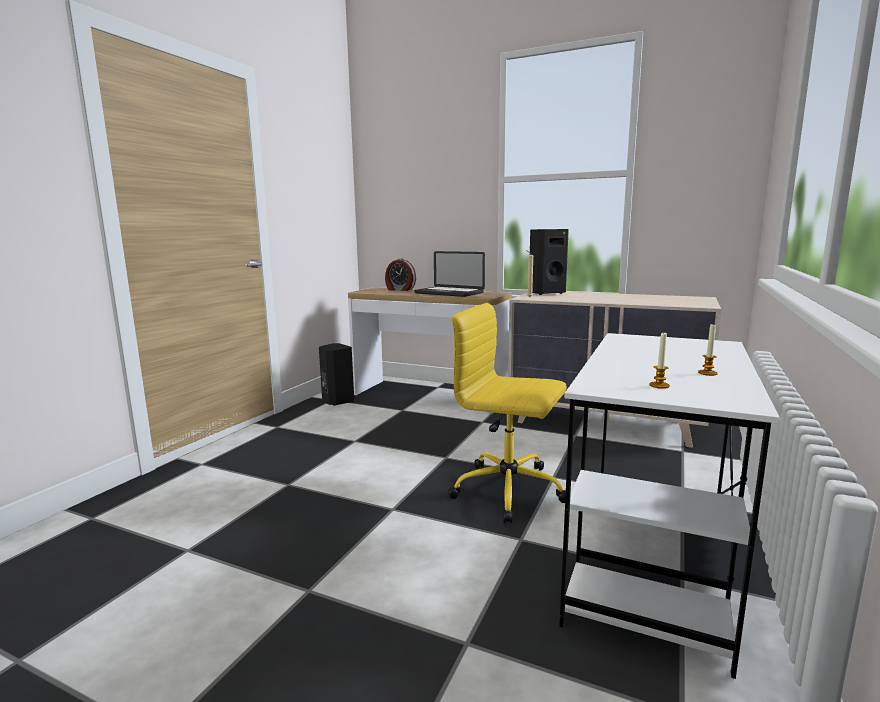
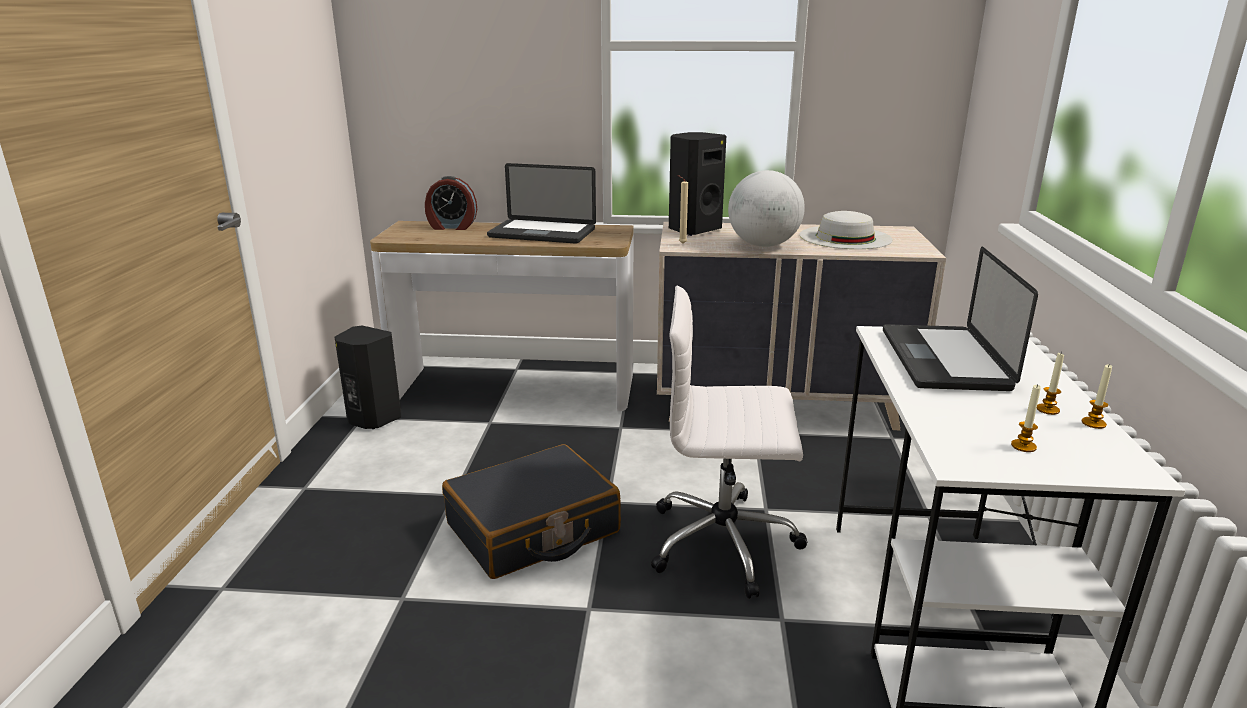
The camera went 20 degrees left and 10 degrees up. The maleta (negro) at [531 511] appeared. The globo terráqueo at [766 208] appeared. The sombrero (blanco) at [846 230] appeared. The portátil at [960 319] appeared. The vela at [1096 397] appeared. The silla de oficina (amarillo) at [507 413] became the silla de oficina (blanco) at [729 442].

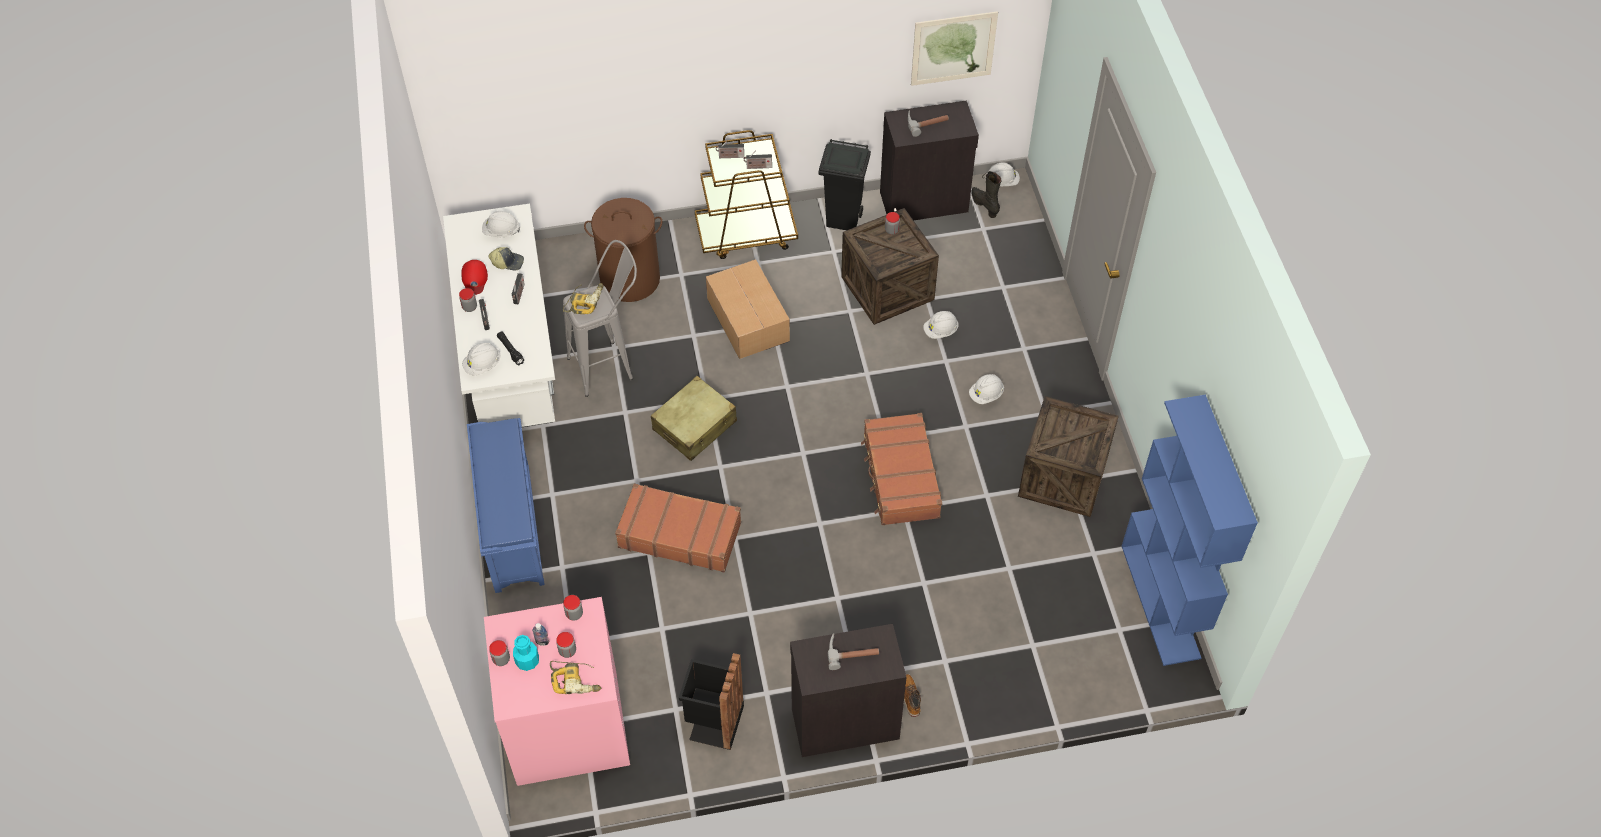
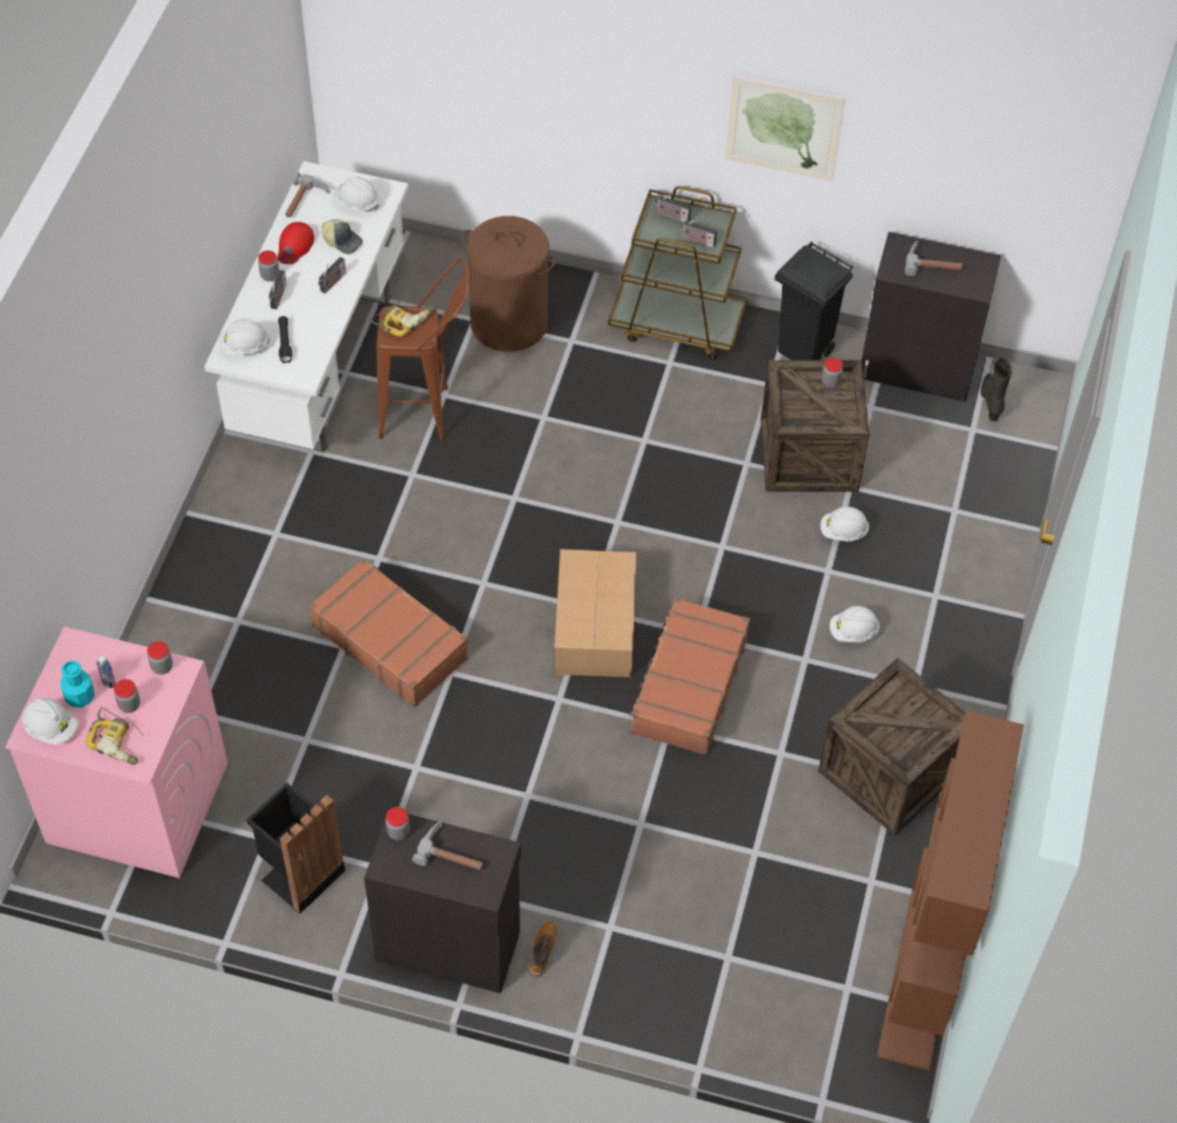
The camera went 25 degrees right and 0 degrees up. The zapatero (azul) at [506 505] disappeared. The maleta (beis) at [694 418] disappeared. The martillo at [307 194] appeared. The tarro moved from [499 653] to [398 823]. The caja de cartón moved from [748 309] to [595 613]. The cuadro moved from [954 48] to [785 128]. The casco (blanco) moved from [1002 174] to [50 721]. The taburete (gris) at [600 318] became the taburete (marrón) at [423 350]. The estantería (azul) at [1190 530] became the estantería (marrón) at [950 891].

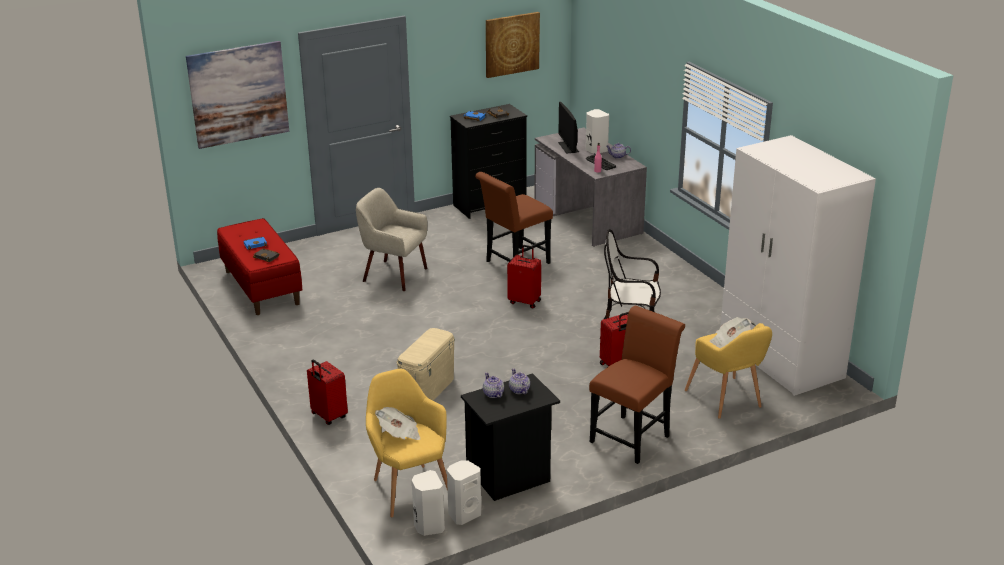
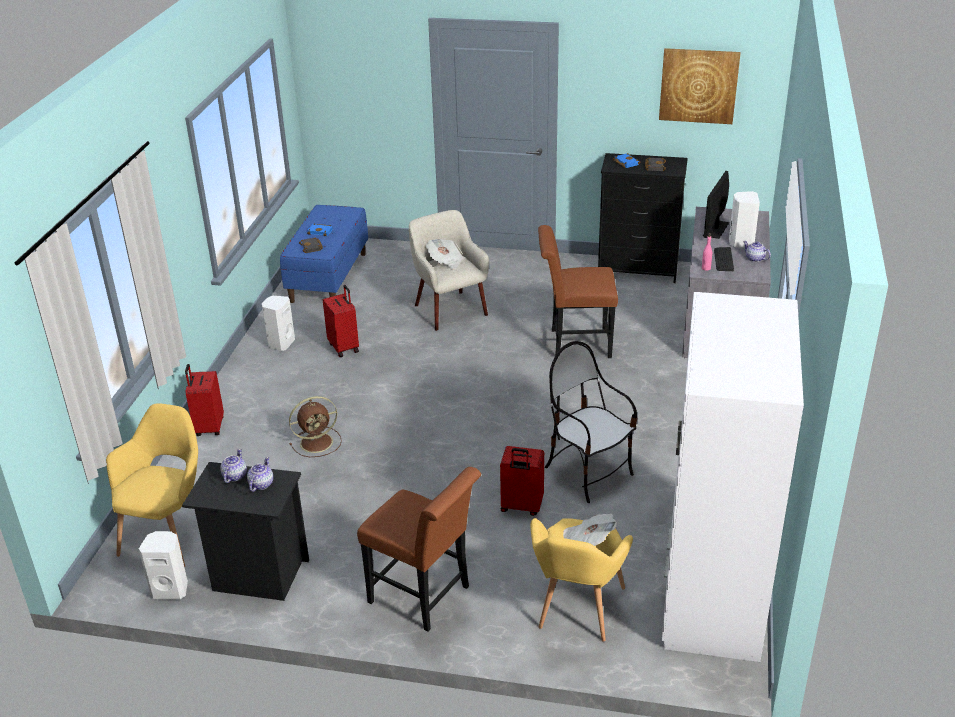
The camera went 40 degrees right and 5 degrees up. The cuadro at [237 95] disappeared. The periódico moved from [397 423] to [445 254]. The altavoz (blanco) moved from [428 503] to [278 323]. The maleta (rojo) moved from [524 277] to [341 321]. The caja de almacenaje (beis) at [426 364] was replaced by the ventilador (marrón) at [315 426]. The banco (rojo) at [259 266] became the banco (azul) at [324 254]. The silla (marrón) at [637 385] turned 45 degrees clockwise.

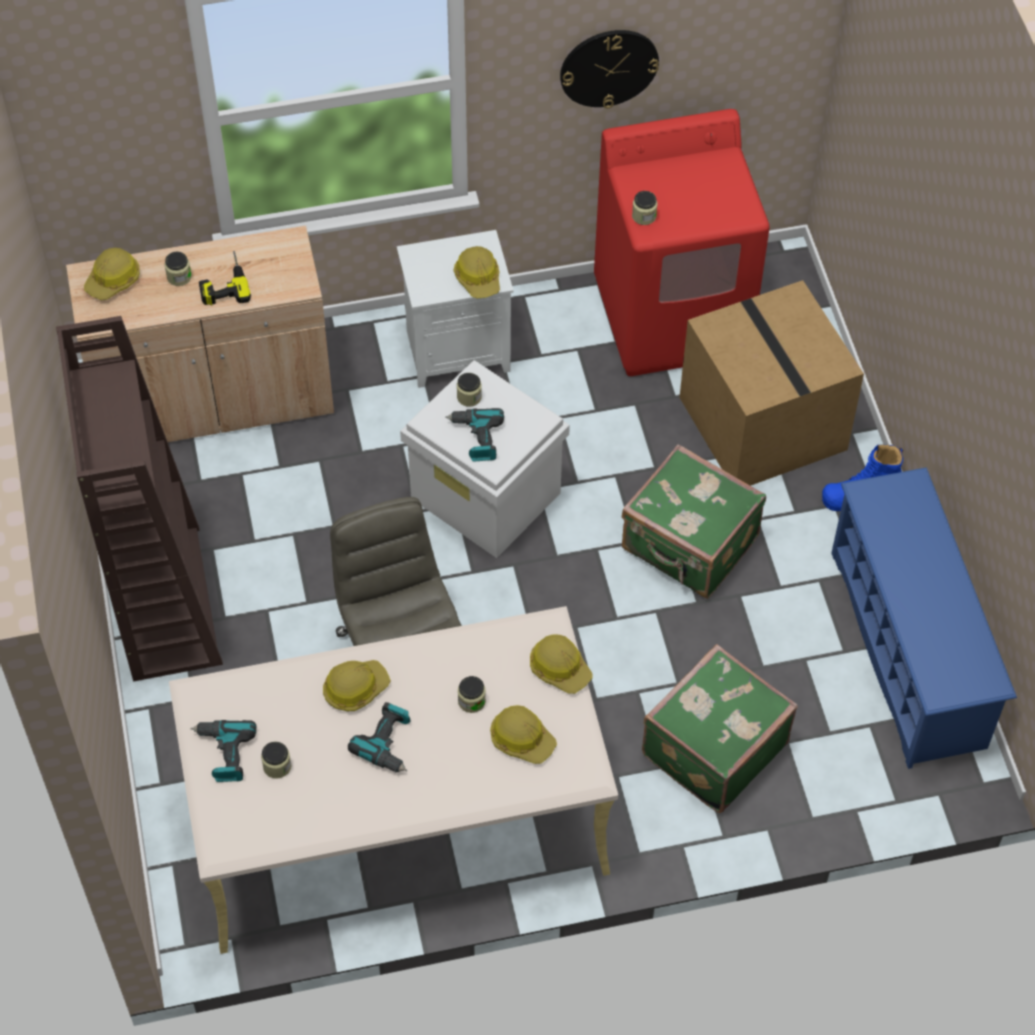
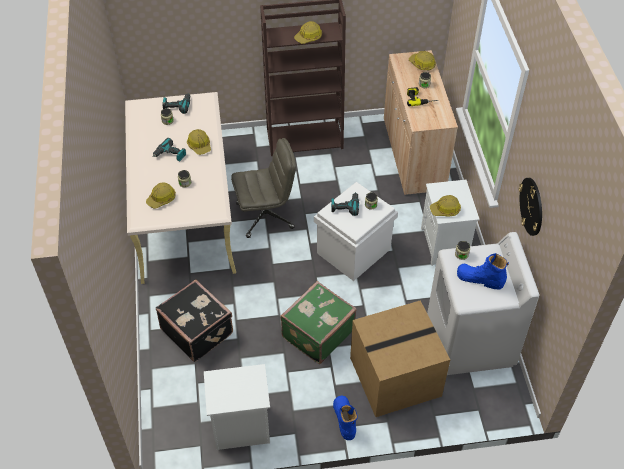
The camera went 95 degrees right and 5 degrees down. The bota (azul) at [483 271] appeared. The casco moved from [561 664] to [308 32]. The zapatero (azul) at [924 618] was replaced by the mesita de noche (blanco) at [237 407]. The lavadora (rojo) at [682 242] became the lavadora (blanco) at [483 303]. The maleta (verde) at [720 728] became the maleta (negro) at [194 320].

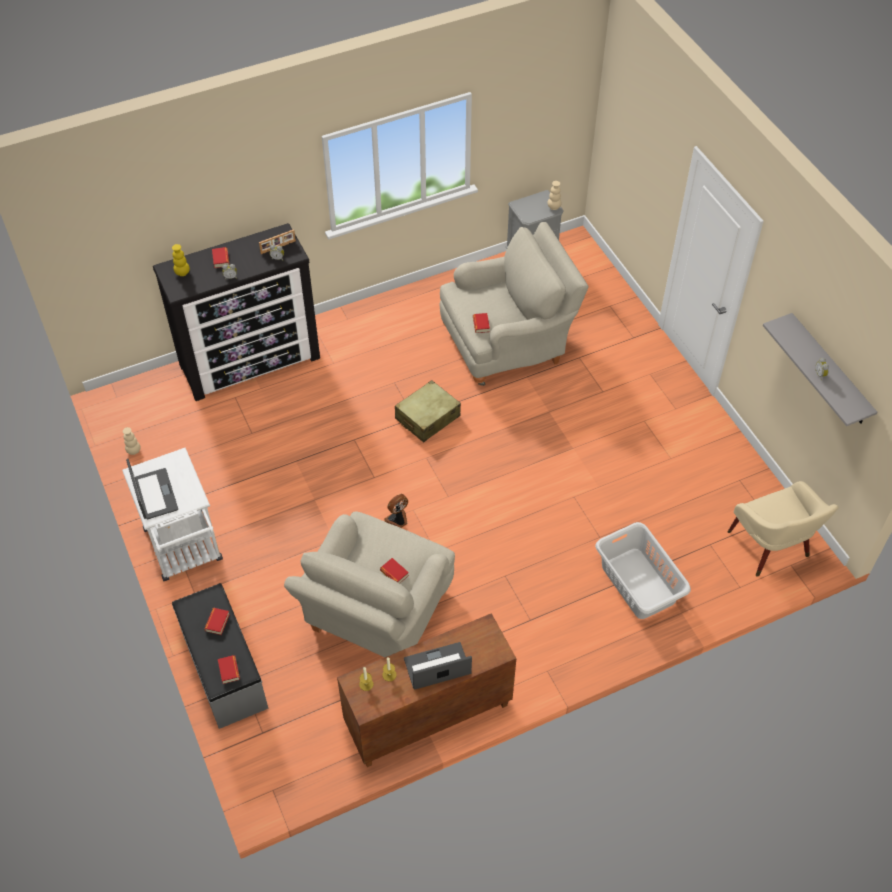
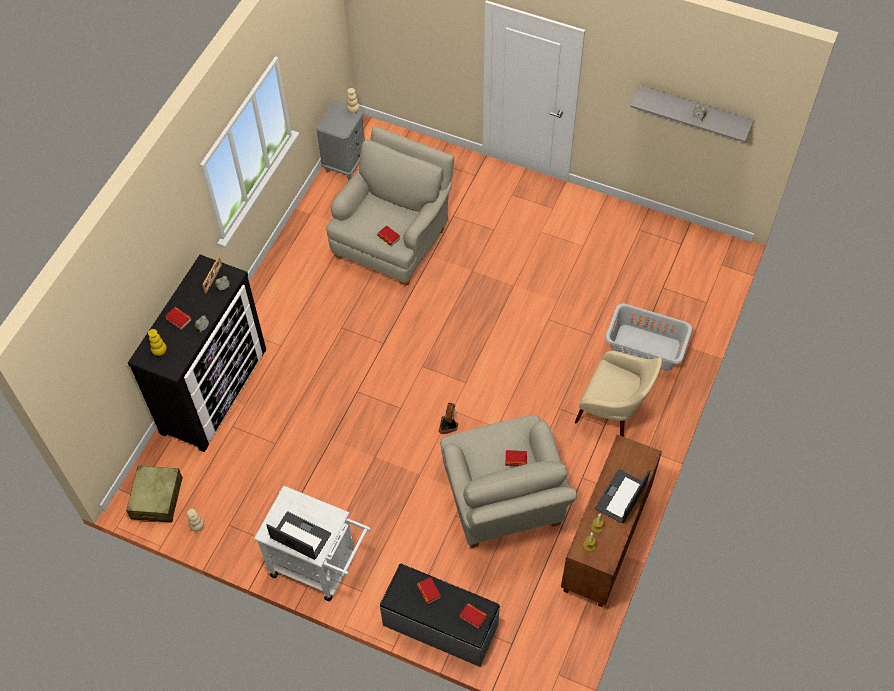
The camera went 40 degrees left and 5 degrees up. The maleta (beis) moved from [428 411] to [154 494]. The sillón (beis) moved from [783 529] to [619 394].

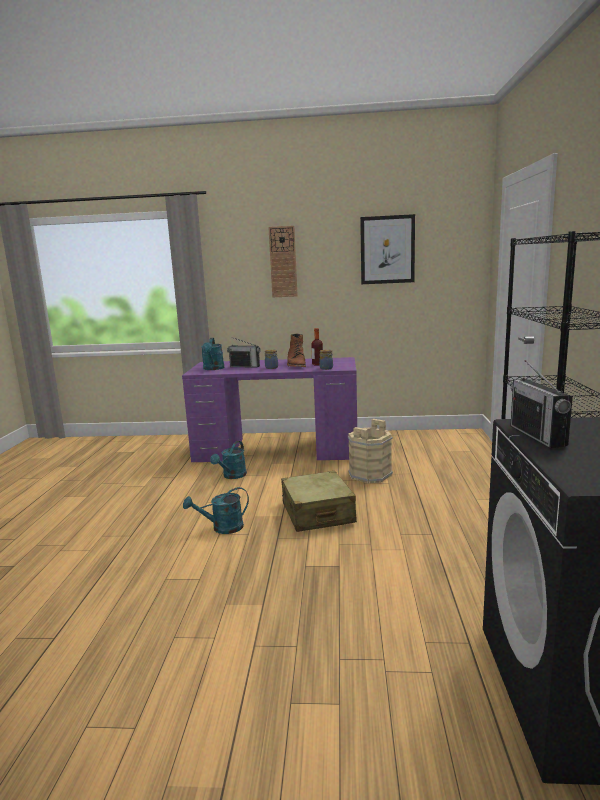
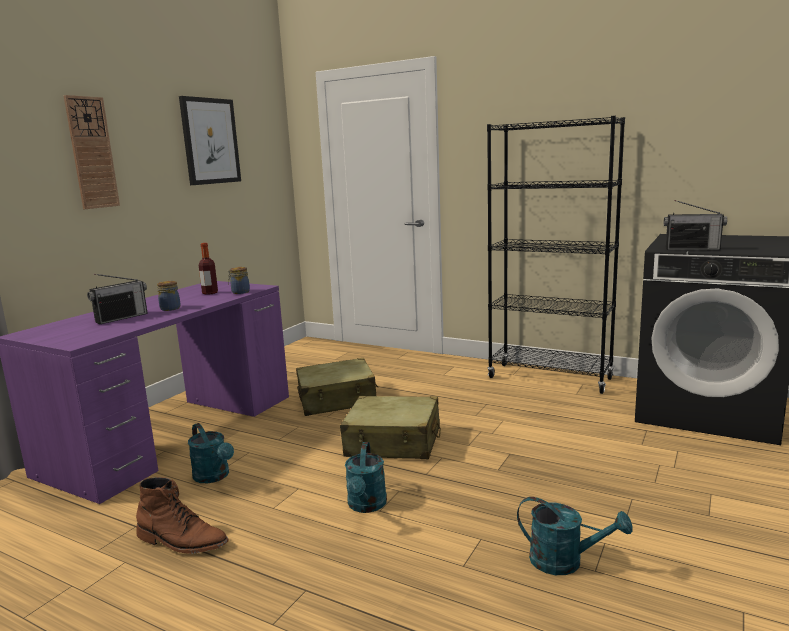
The camera went 65 degrees left and 0 degrees up. The regadera (turquesa) moved from [212 354] to [575 536]. The bota (marrón) moved from [296 350] to [182 515]. The cubo (beis) at [370 451] was replaced by the maleta (beis) at [337 387].

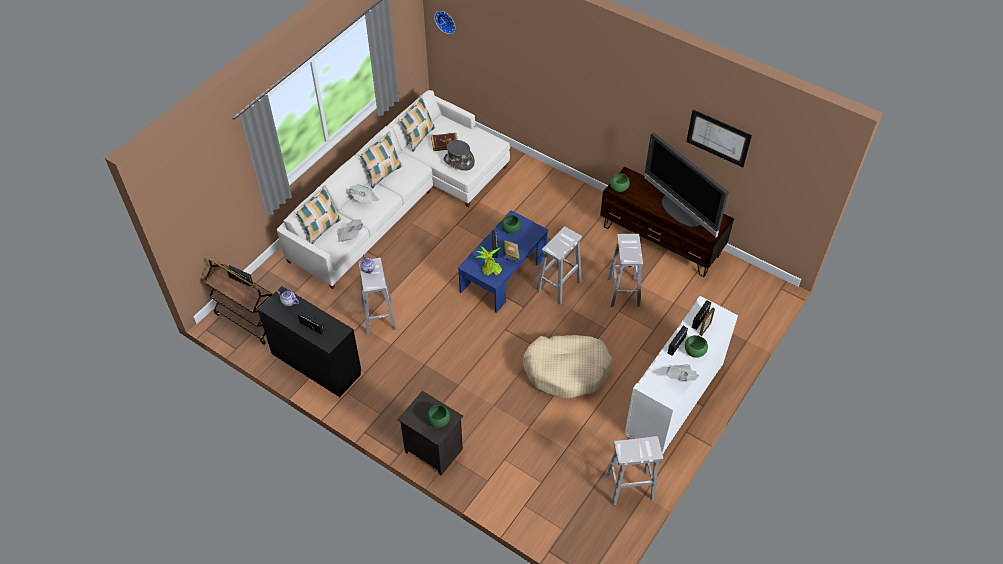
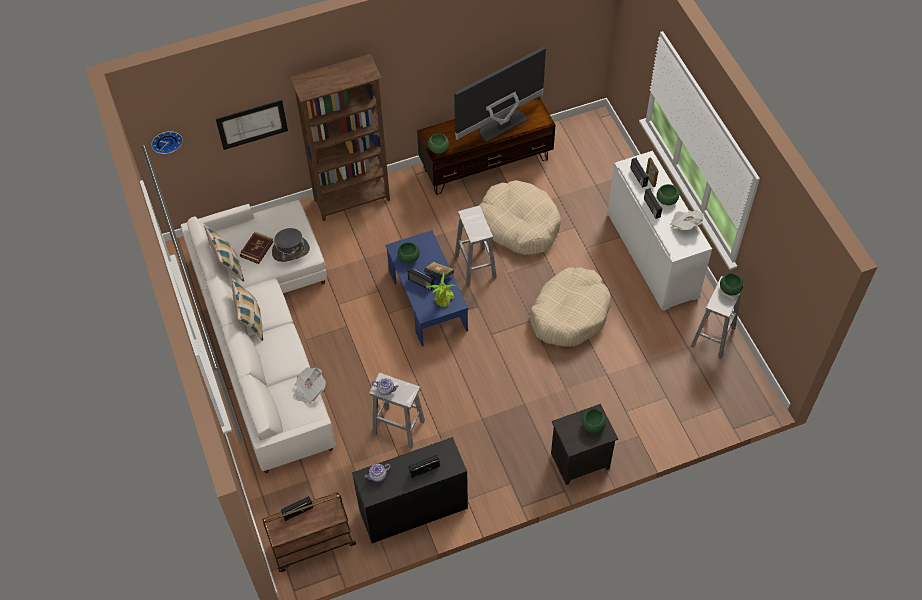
The camera went 55 degrees left and 5 degrees up. The cojín at [317 214] disappeared. The periódico at [363 194] disappeared. The estantería (marrón) at [340 137] appeared. The cuenco (verde) at [731 284] appeared. The cuadro moved from [719 138] to [252 125]. The taburete (blanco) at [625 270] was replaced by the cama para perro (beis) at [520 217]. The televisor at [686 185] turned 150 degrees clockwise.

